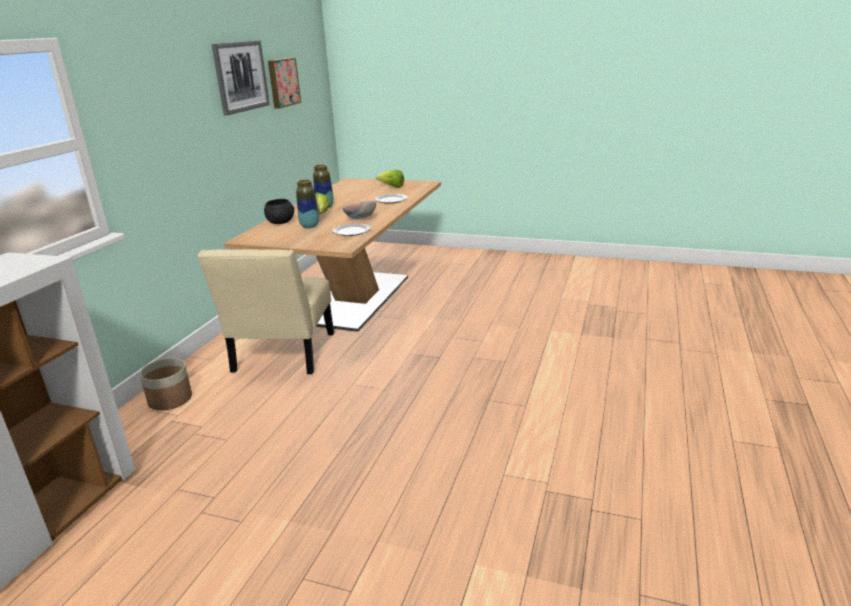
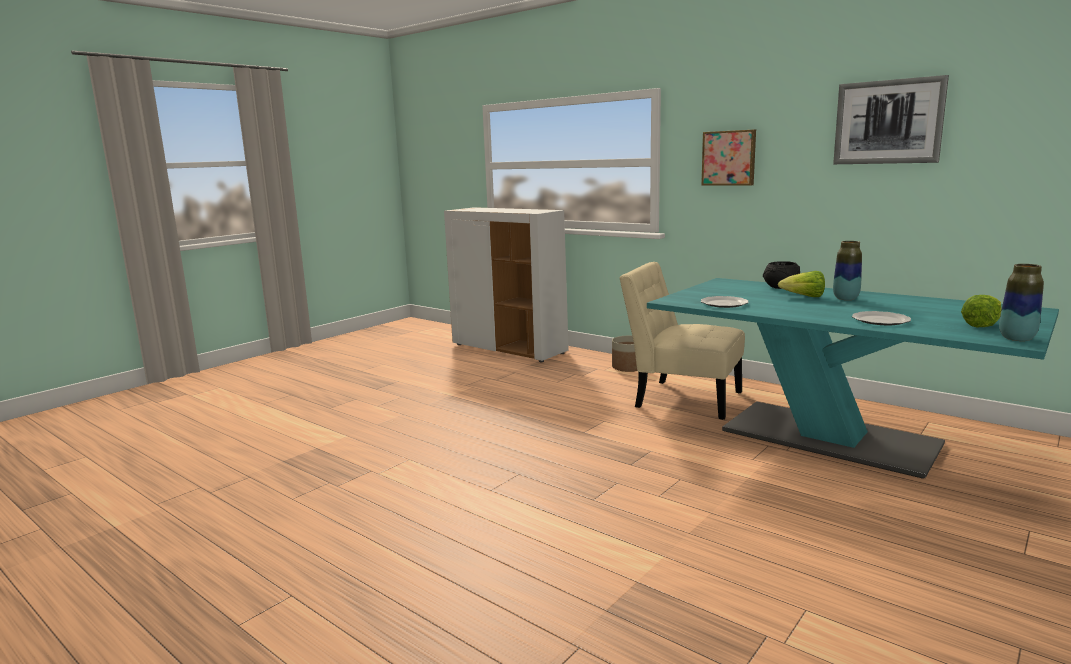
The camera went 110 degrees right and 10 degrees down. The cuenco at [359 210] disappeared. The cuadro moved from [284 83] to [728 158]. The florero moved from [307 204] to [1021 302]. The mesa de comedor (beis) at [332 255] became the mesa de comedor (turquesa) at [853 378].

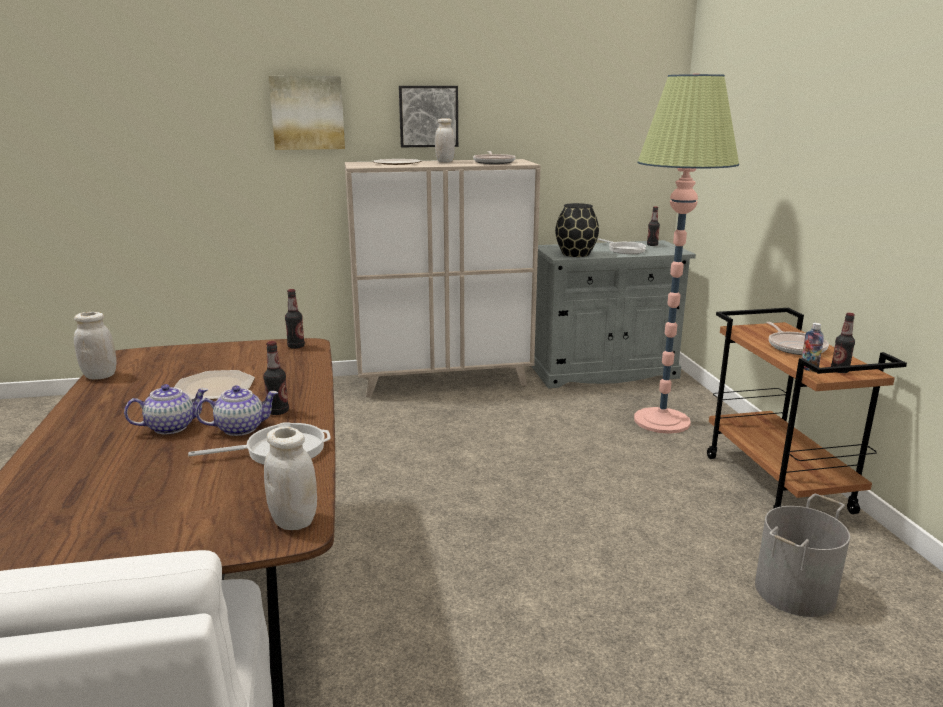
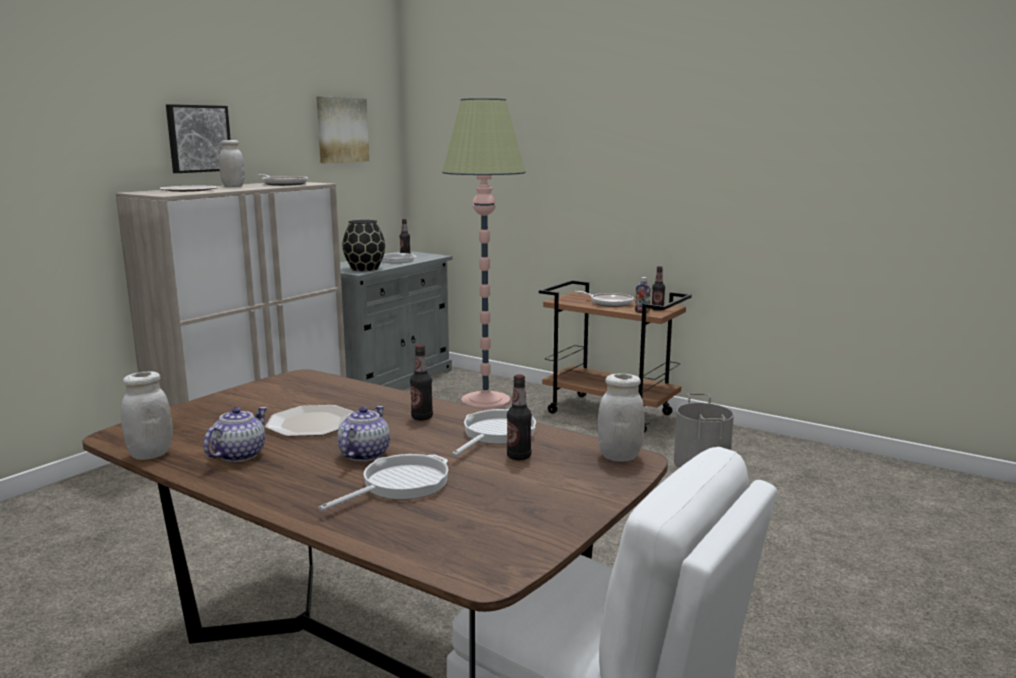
The camera went 45 degrees left and 5 degrees down. The sartén at [383 482] appeared. The tetera moved from [236 410] to [235 434]. The cuadro moved from [307 113] to [342 129]. The botella moved from [295 319] to [519 417].

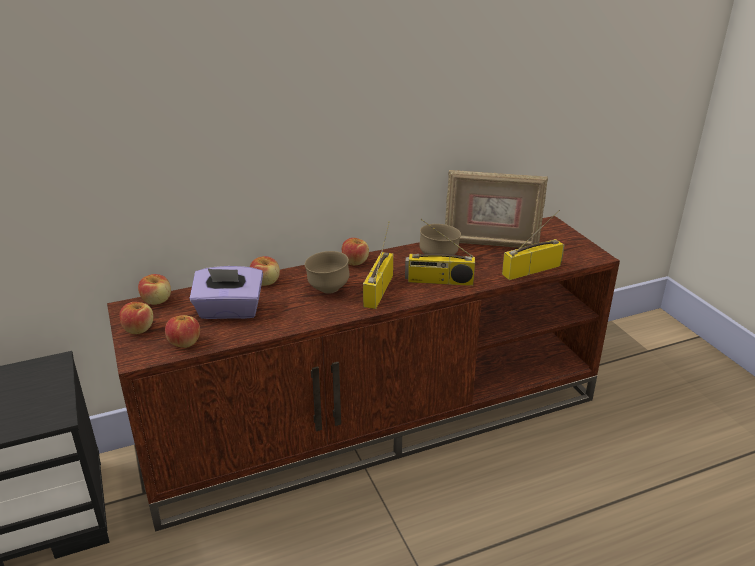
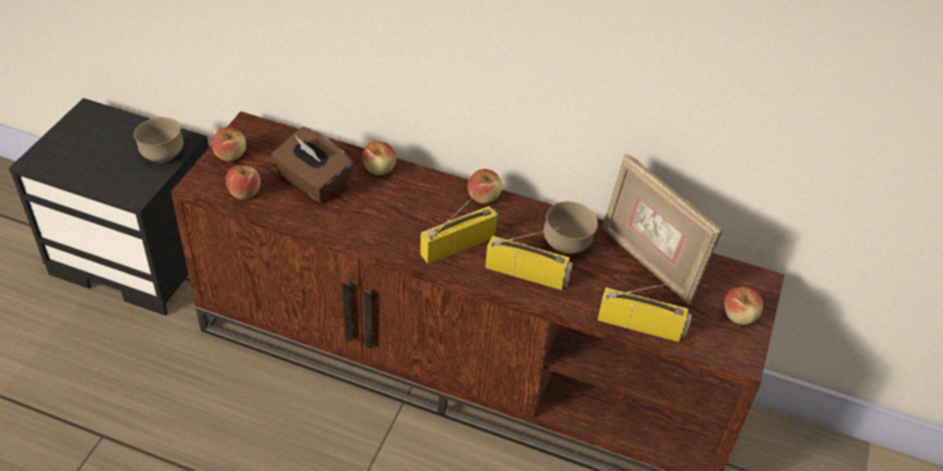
The camera went 40 degrees right and 15 degrees up. The manzana moved from [154 289] to [744 306]. The cuenco (marrón) moved from [327 272] to [158 140]. The caja de pañuelos (morado) at [226 292] became the caja de pañuelos (marrón) at [312 165]. The radio at [440 252] turned 150 degrees clockwise.

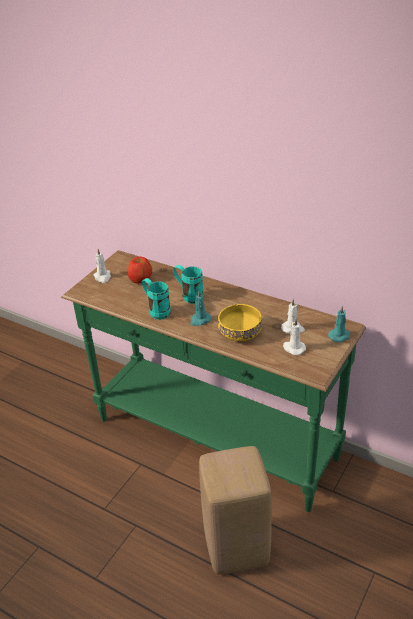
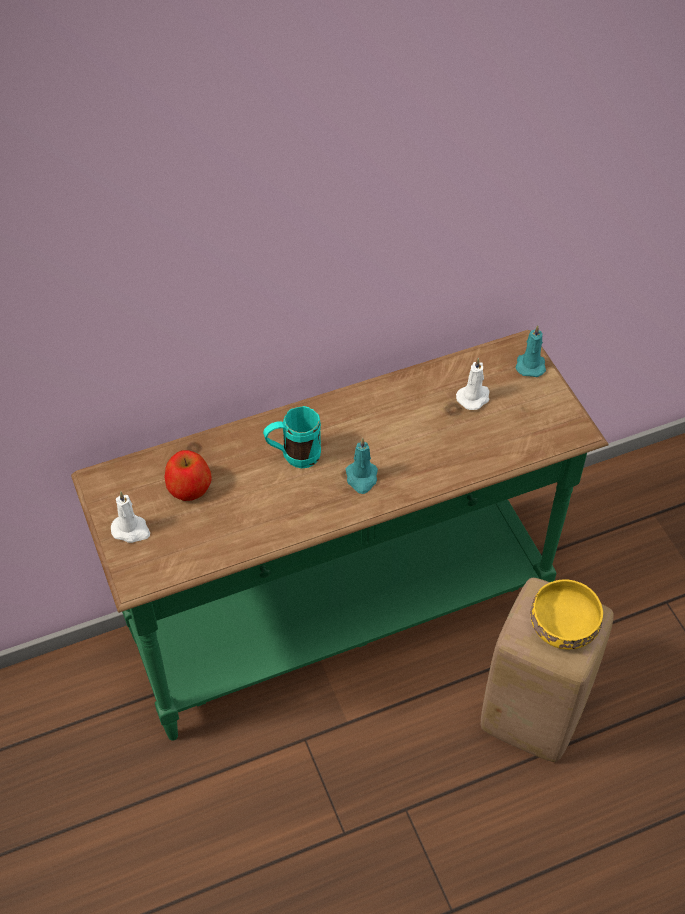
The camera went 55 degrees left and 15 degrees up. The taza grande (turquesa) at [156 299] disappeared. The vela (blanco) at [294 337] disappeared. The cuenco (amarillo) moved from [240 322] to [567 614].

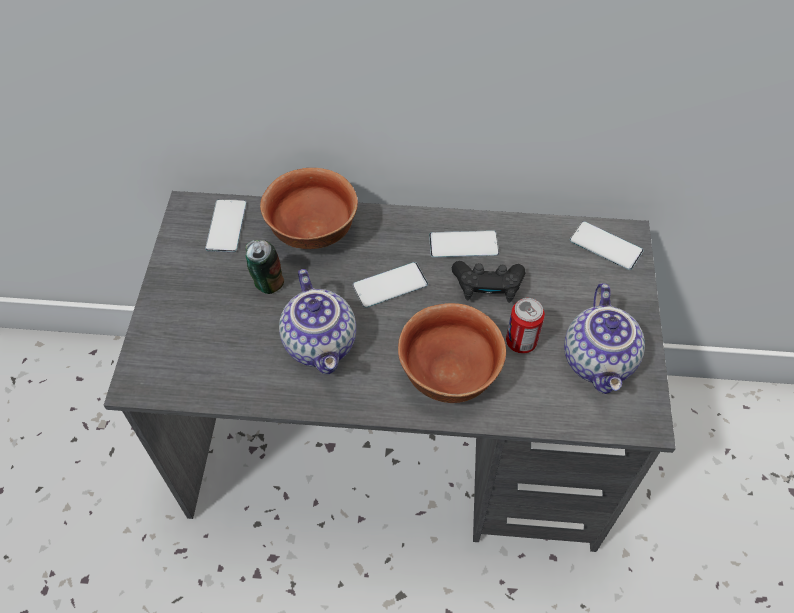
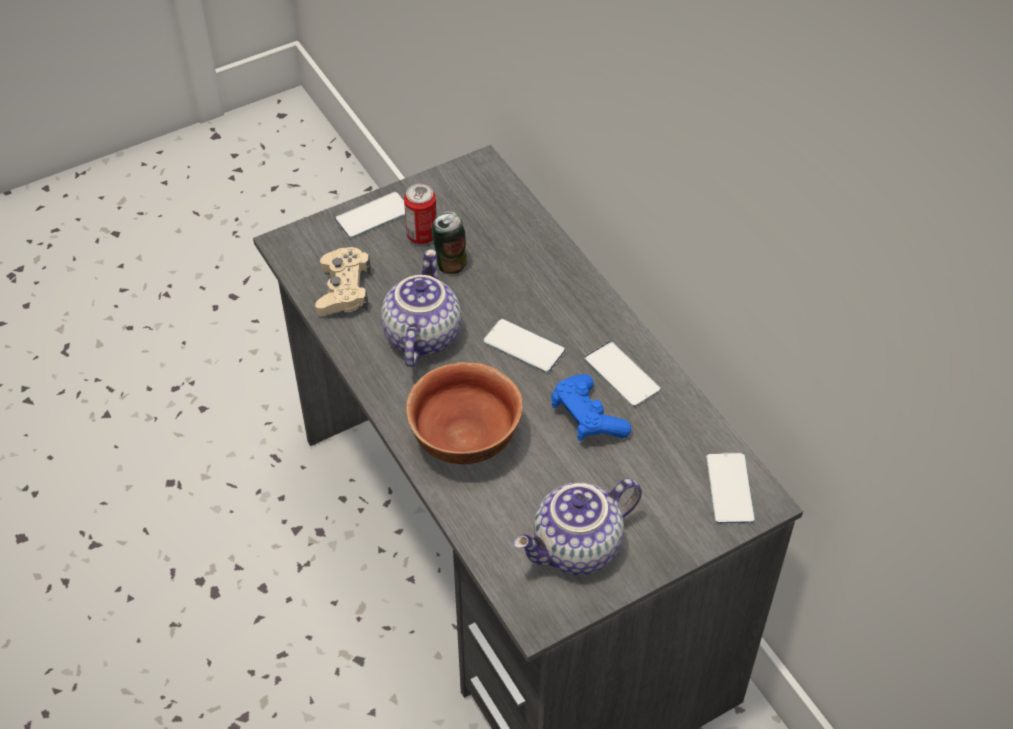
The camera went 55 degrees right and 5 degrees down. The cuenco at [309 208] disappeared. The mando de consola (beis) at [343 281] appeared. The móvil moved from [225 225] to [369 215]. The lata moved from [525 326] to [420 214]. The mando de consola (negro) at [488 282] became the mando de consola (azul) at [591 407]. The tetera at [317 321] turned 150 degrees clockwise.

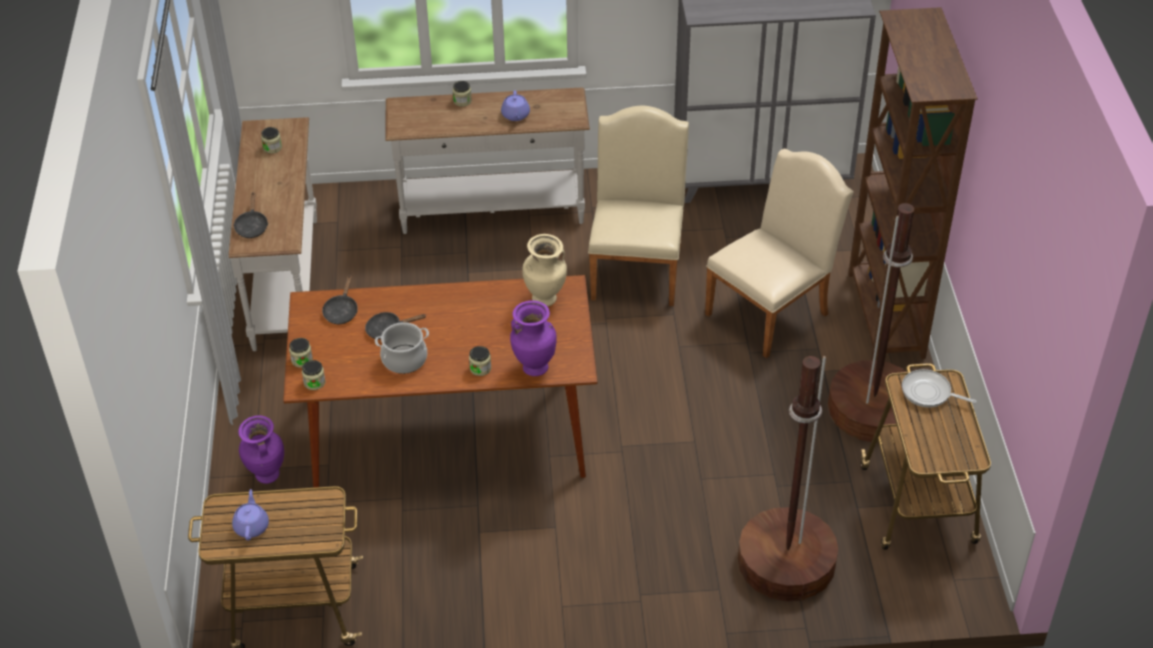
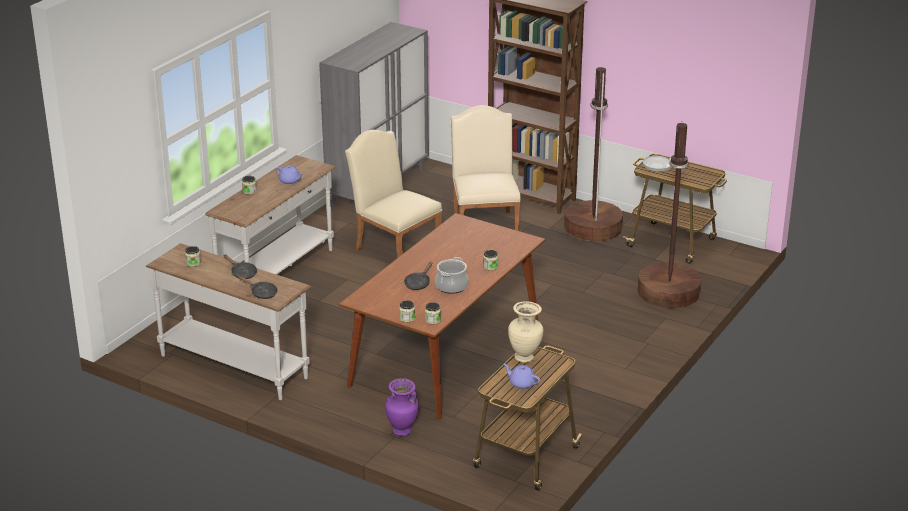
The camera went 55 degrees left and 15 degrees down. The florero (morado) at [533 338] disappeared. The sartén (negro) moved from [340 299] to [240 266]. The florero (beis) moved from [544 270] to [525 332].

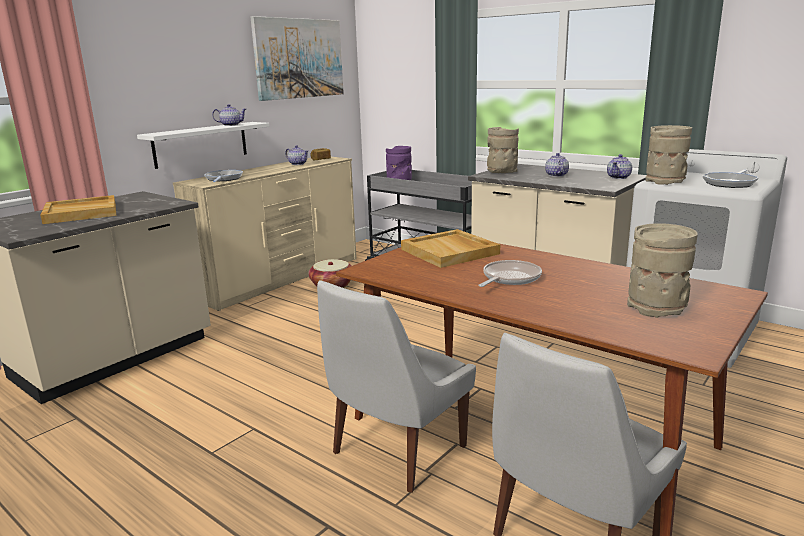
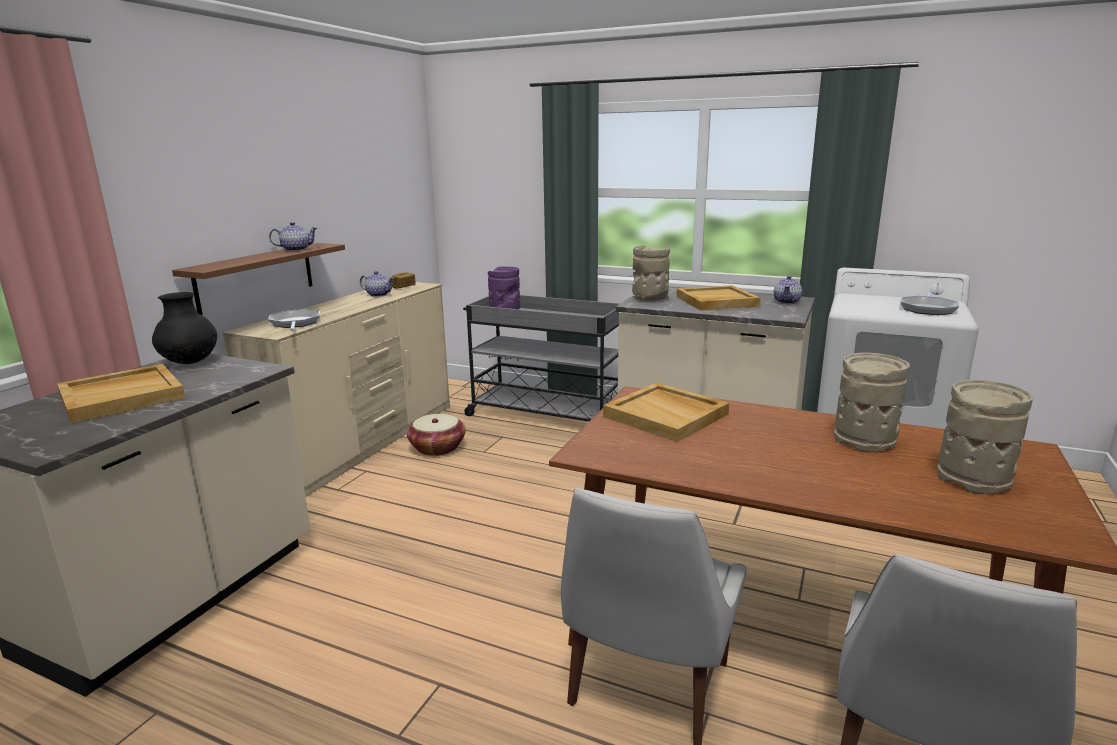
The camera went 15 degrees left and 0 degrees up. The cuadro at [297 58] disappeared. The sartén at [510 273] disappeared. The florero (negro) at [184 328] appeared. The florero (beis) moved from [668 155] to [872 403]. The tetera at [557 165] was replaced by the bandeja (beis) at [718 297]. The estante (blanco) at [203 145] became the estante (marrón) at [258 279].

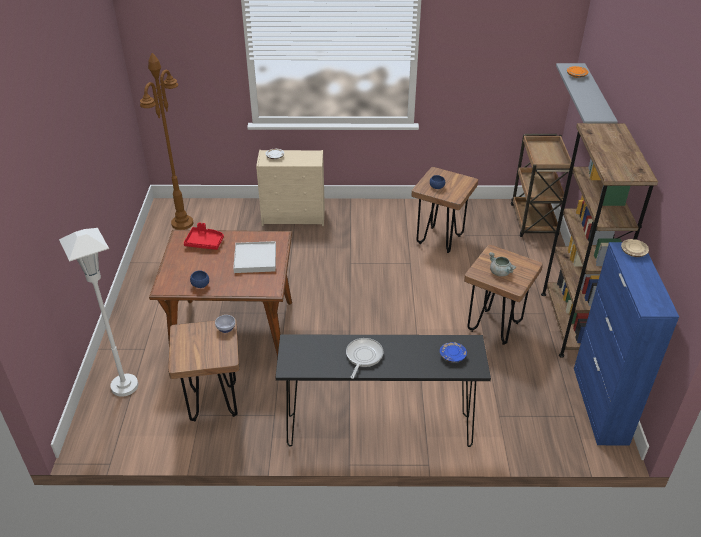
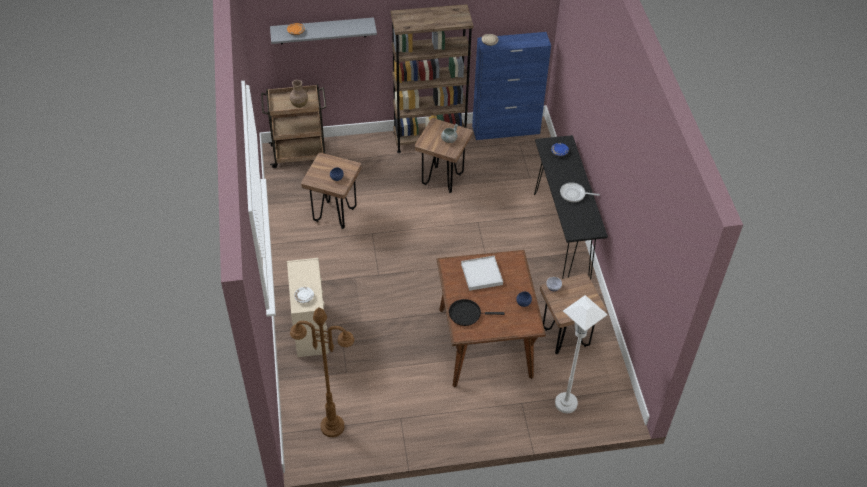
The camera went 100 degrees left and 10 degrees up. The florero (marrón) at [299 94] appeared. The bandeja (rojo) at [204 236] was replaced by the sartén (negro) at [477 312].

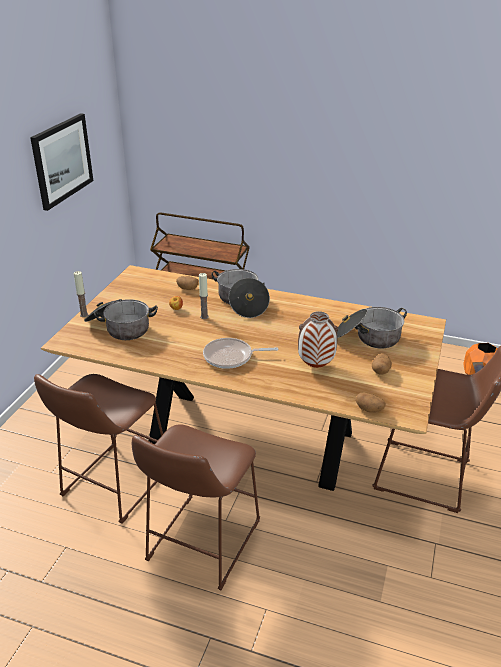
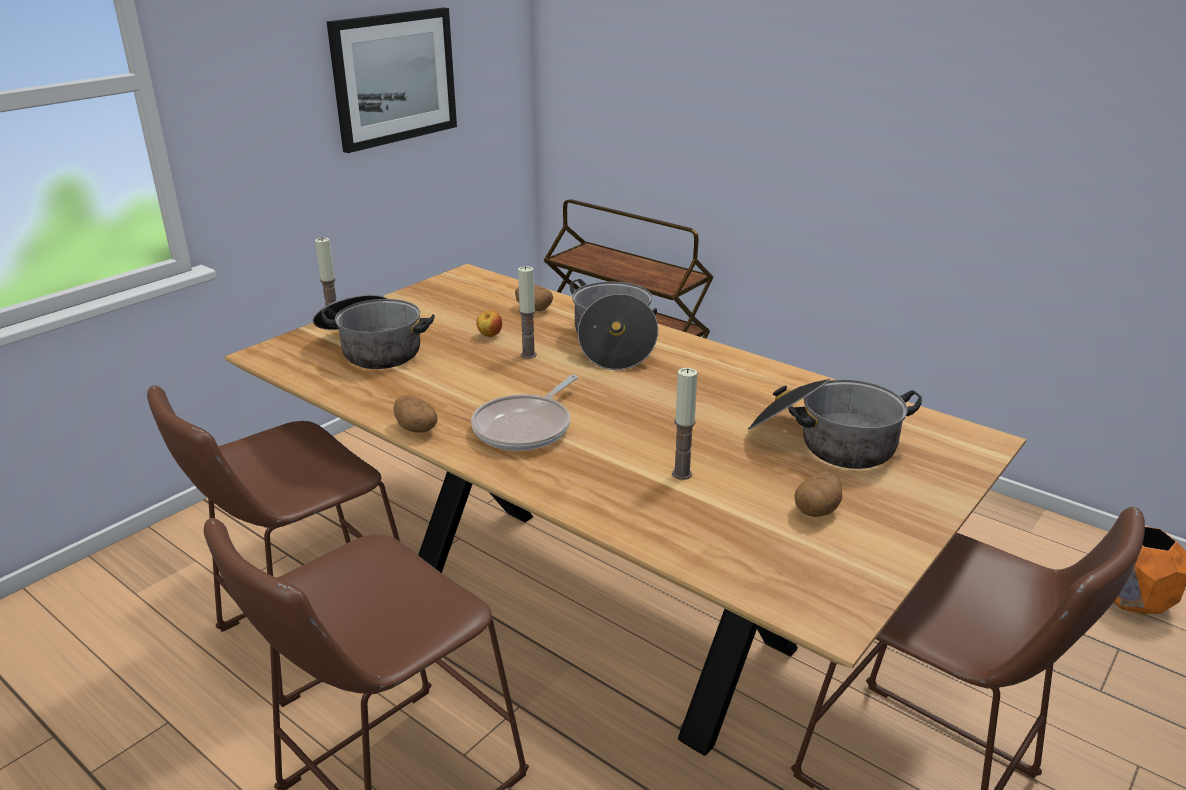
The camera went 20 degrees right and 5 degrees down. The patata moved from [371 402] to [415 413]. The florero at [318 339] was replaced by the vela at [684 424]. The sartén at [241 353] turned 75 degrees counterclockwise.

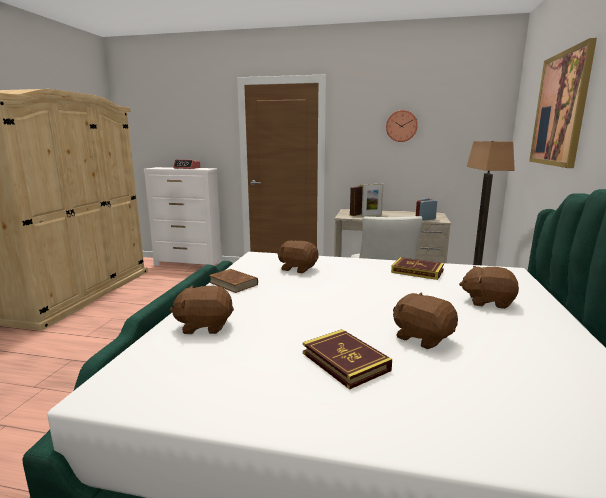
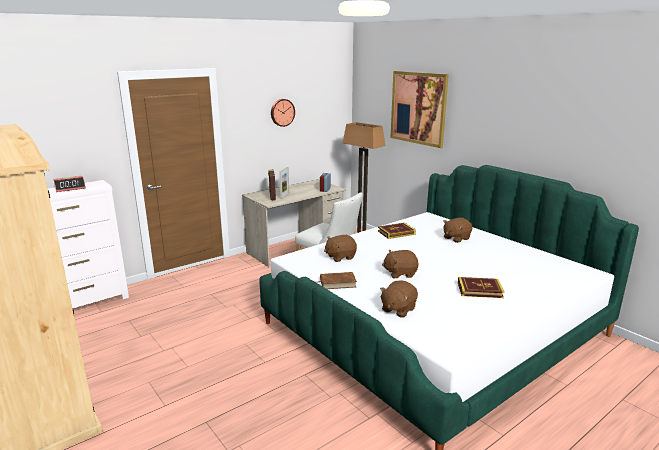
The camera went 50 degrees left and 5 degrees up. The peluche (marrón) moved from [425 320] to [400 264].

